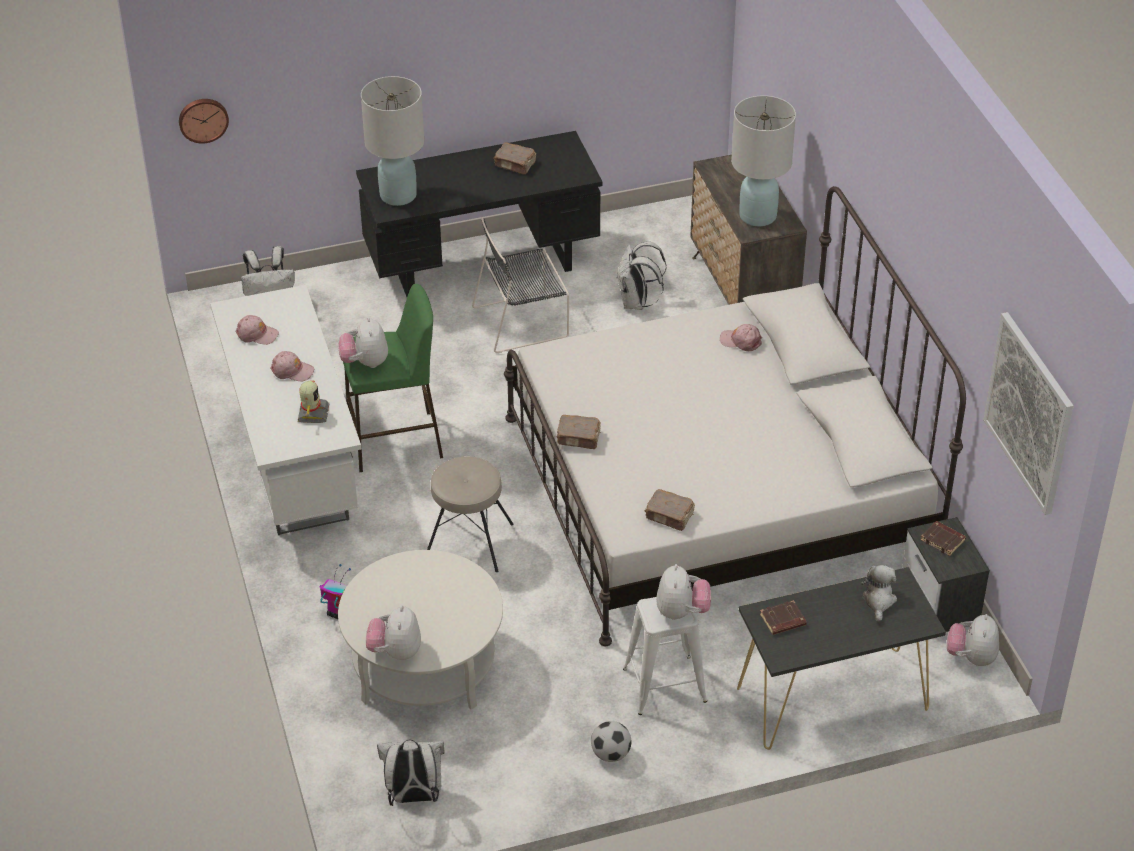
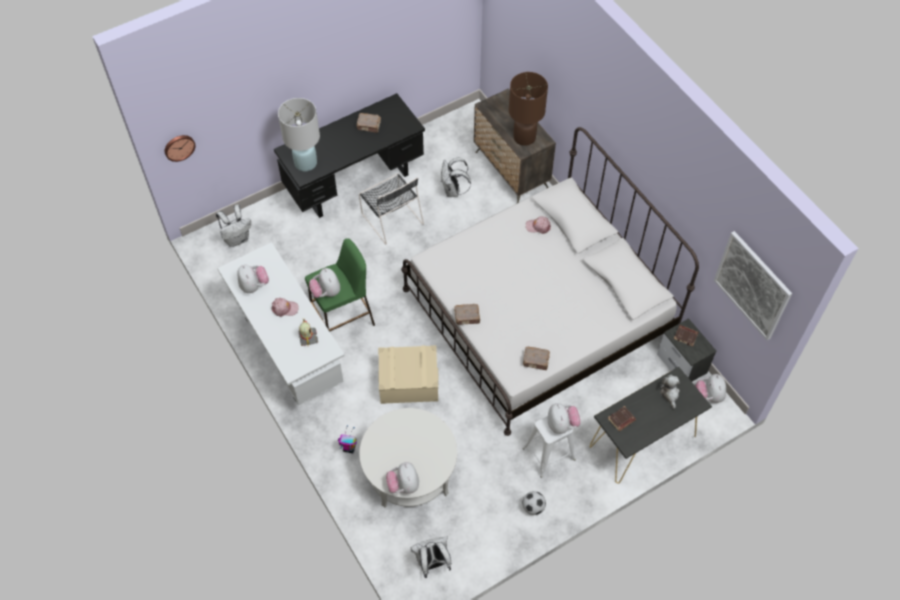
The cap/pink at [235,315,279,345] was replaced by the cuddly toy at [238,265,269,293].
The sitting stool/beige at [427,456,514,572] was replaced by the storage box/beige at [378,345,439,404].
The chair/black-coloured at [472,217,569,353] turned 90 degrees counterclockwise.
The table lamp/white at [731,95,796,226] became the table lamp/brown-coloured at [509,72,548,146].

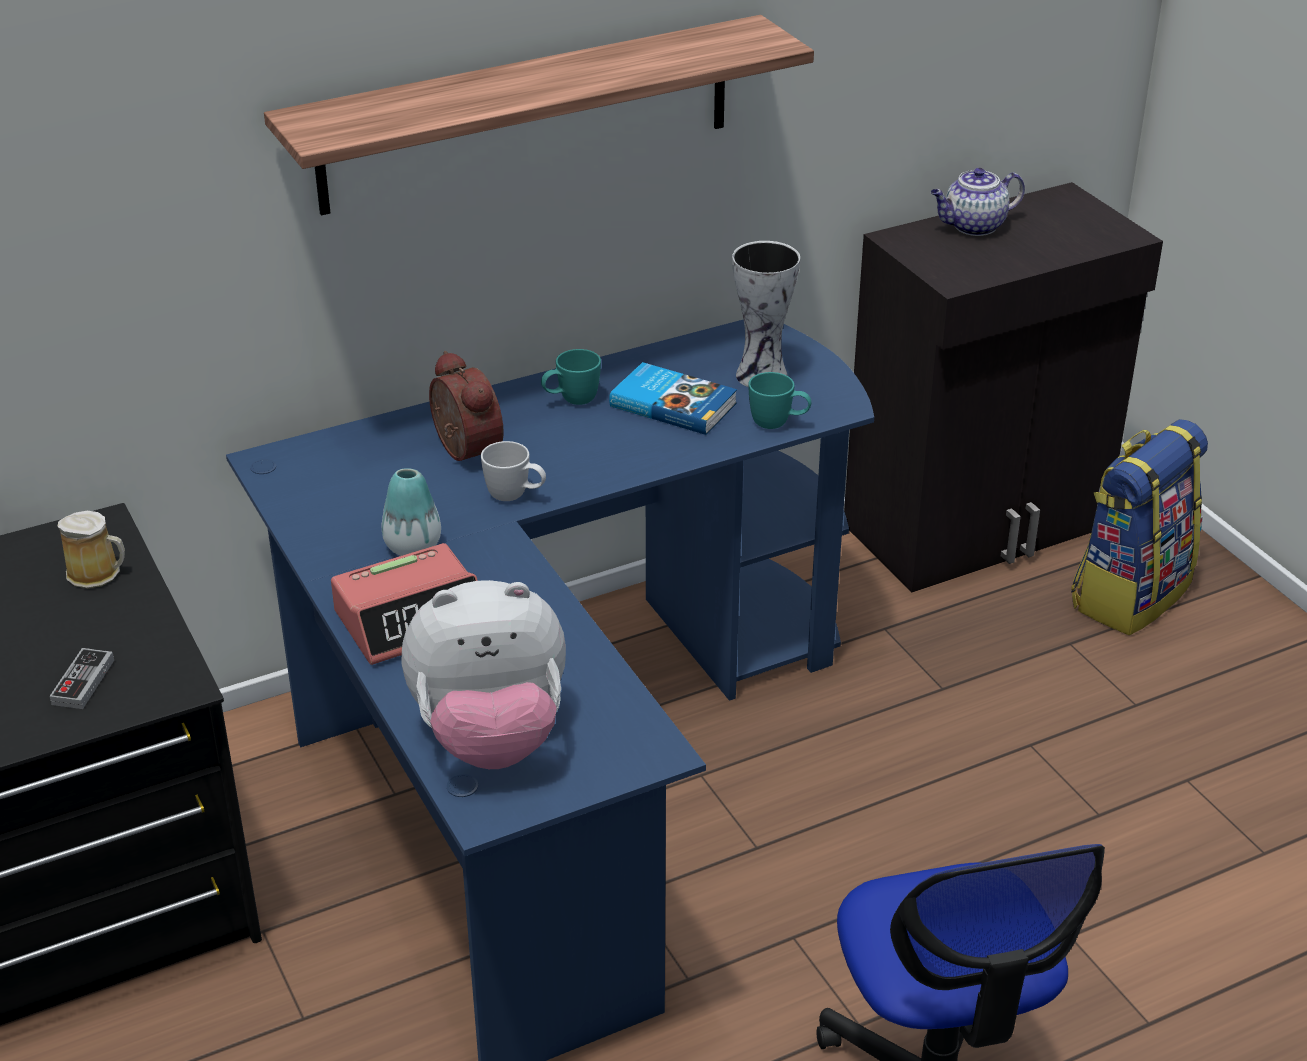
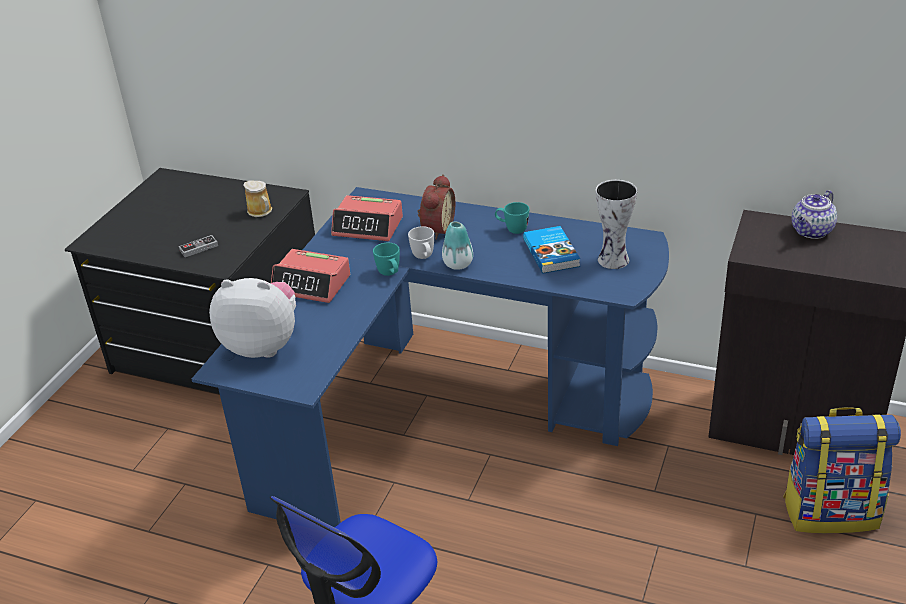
The bracket shelf at [264,15,814,215] disappeared.
The flower vase moved from [382,468,441,556] to [442,222,473,270].
The cuddly toy at [401,580,566,769] turned 150 degrees clockwise.
The tea mug/blue-green moved from [748,372,811,429] to [373,243,400,276].
The pot for tea at [931,168,1025,236] turned 75 degrees counterclockwise.
The table clock at [331,195,403,241] appeared.

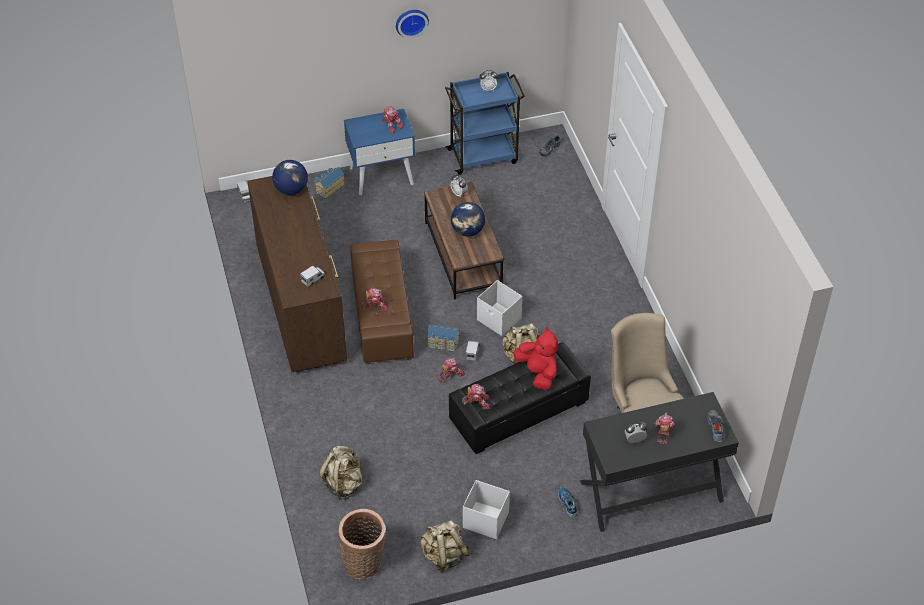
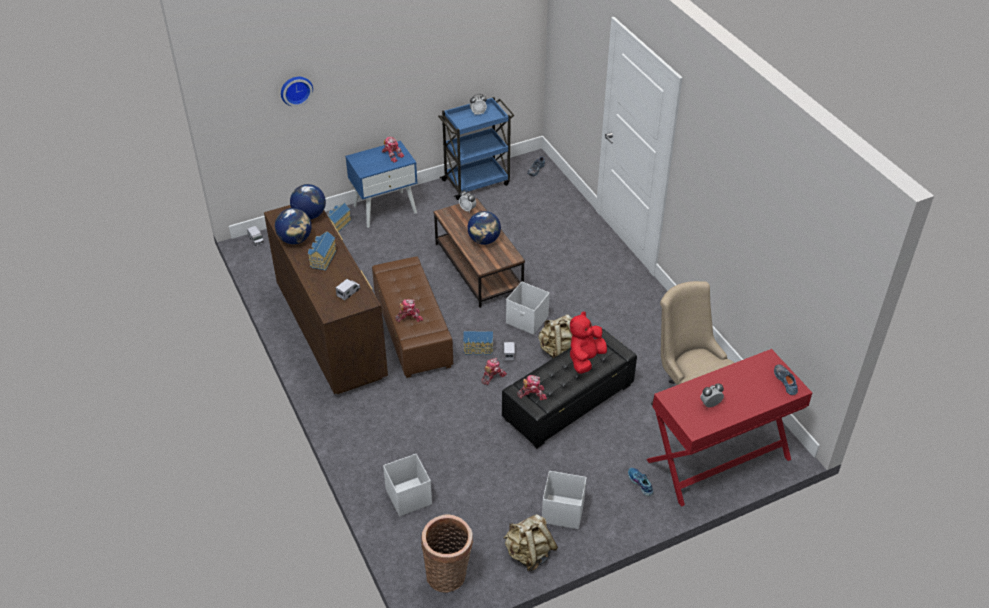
The backpack/beige at [319,446,362,500] was replaced by the storage box/white at [383,454,432,517].
The hanging clock moved from [396,10,429,38] to [281,77,313,107].
The cuddly toy/red-coloured at [513,327,558,390] turned 105 degrees counterclockwise.
The desk table/black-coloured at [580,392,739,532] became the desk table/red-coloured at [646,349,812,507].
The robot figure at [654,413,675,445] disappeared.
The globe at [275,208,312,244] appeared.
The toy house at [308,231,337,270] appeared.

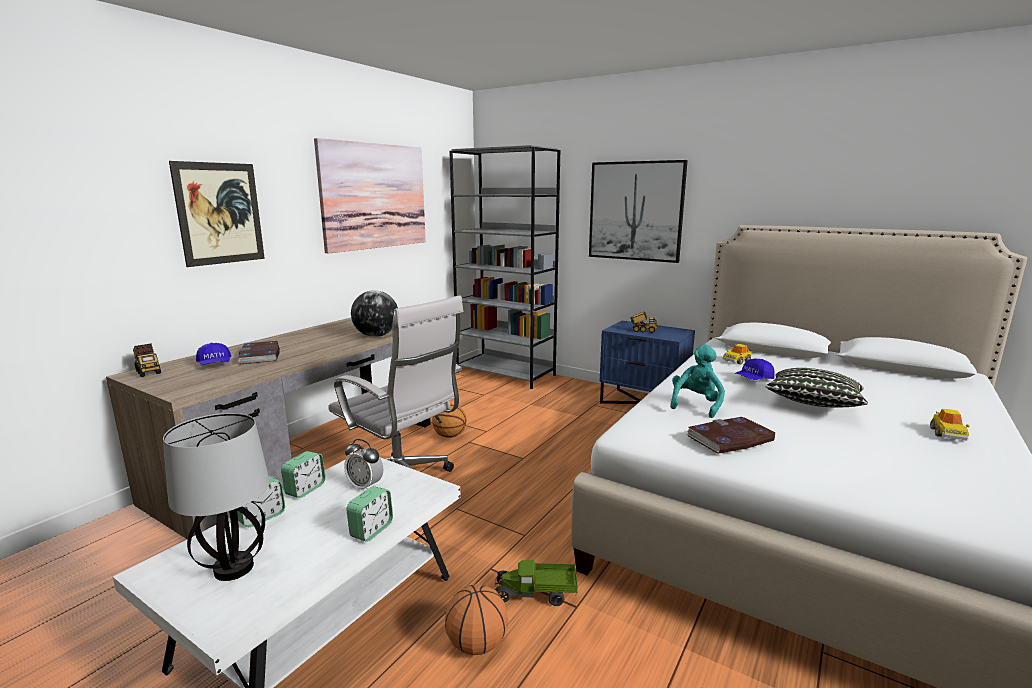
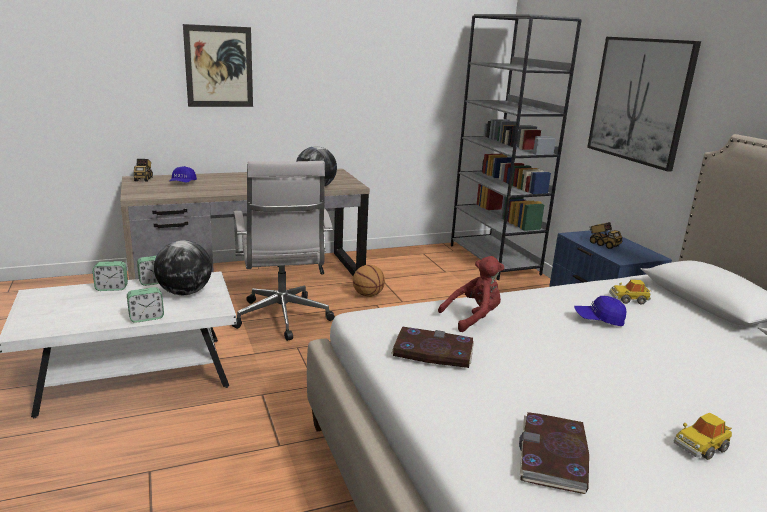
The table lamp at [163,413,270,581] disappeared.
The bound book moved from [238,341,280,364] to [519,412,589,494].
The wall art at [314,138,426,253] disappeared.
The table clock at [344,439,384,489] was replaced by the globe at [154,240,212,295].
The ball for basketball at [445,584,508,655] disappeared.
The toy lorry at [495,560,578,606] disappeared.
The cuddly toy/blue-green at [670,344,725,418] became the cuddly toy/red-coloured at [438,256,504,332].
The cushion at [766,368,868,407] disappeared.

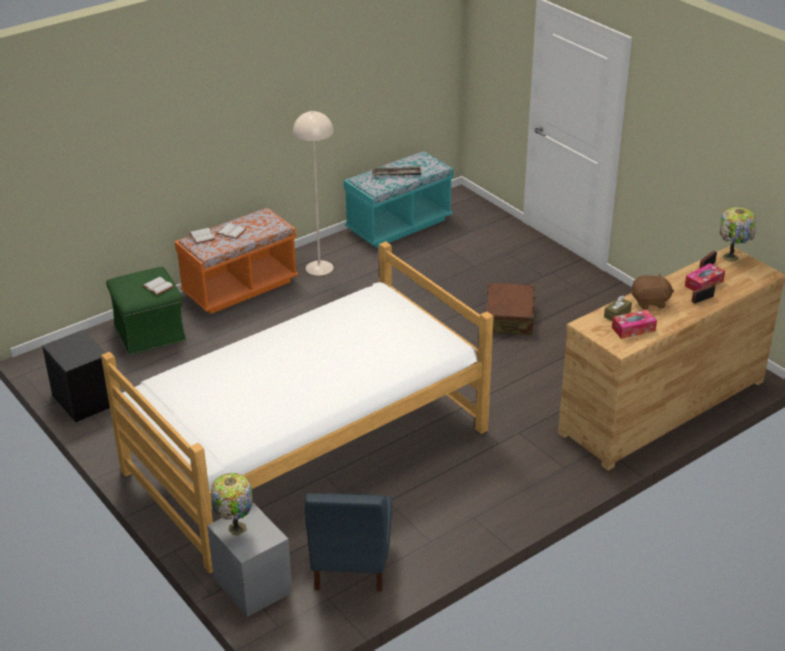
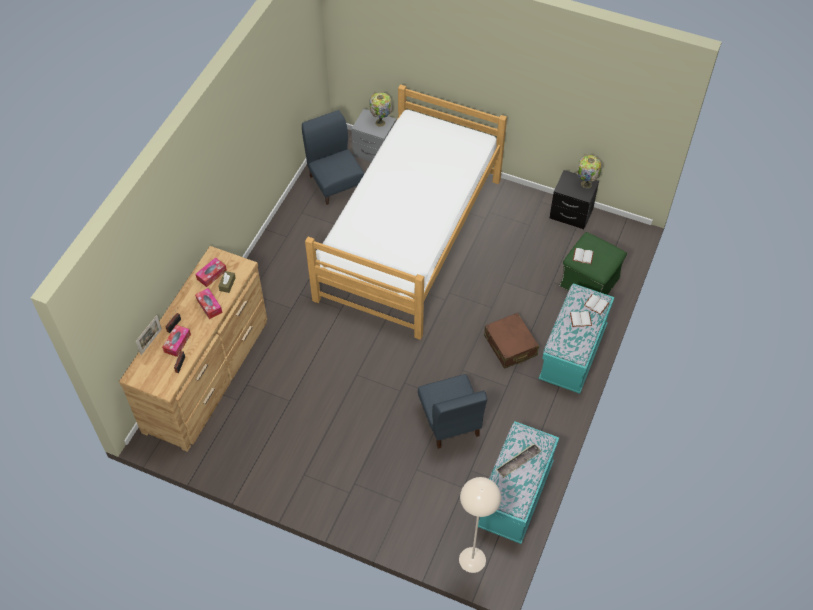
The long seat/orangey at [175,208,298,314] became the long seat/blue-green at [539,283,614,394].
The floor lamp/beige moved from [293,111,334,275] to [459,477,501,573].
The piece of luggage/brown-coloured moved from [486,283,536,335] to [484,313,539,369].
The cuddly toy/brown-coloured at [631,274,674,309] was replaced by the tissue holder at [195,288,222,319].
The table lamp moved from [720,207,756,262] to [576,155,602,188].
The standing frame at [136,315,162,355] appeared.
The chair/blue at [418,374,487,449] appeared.

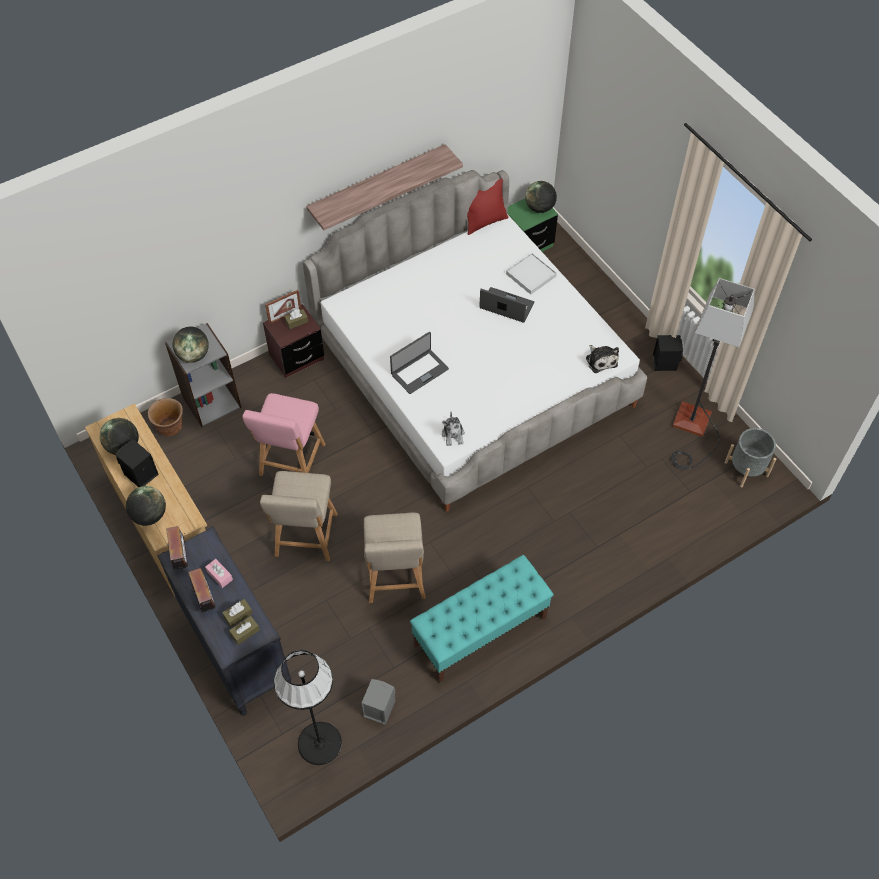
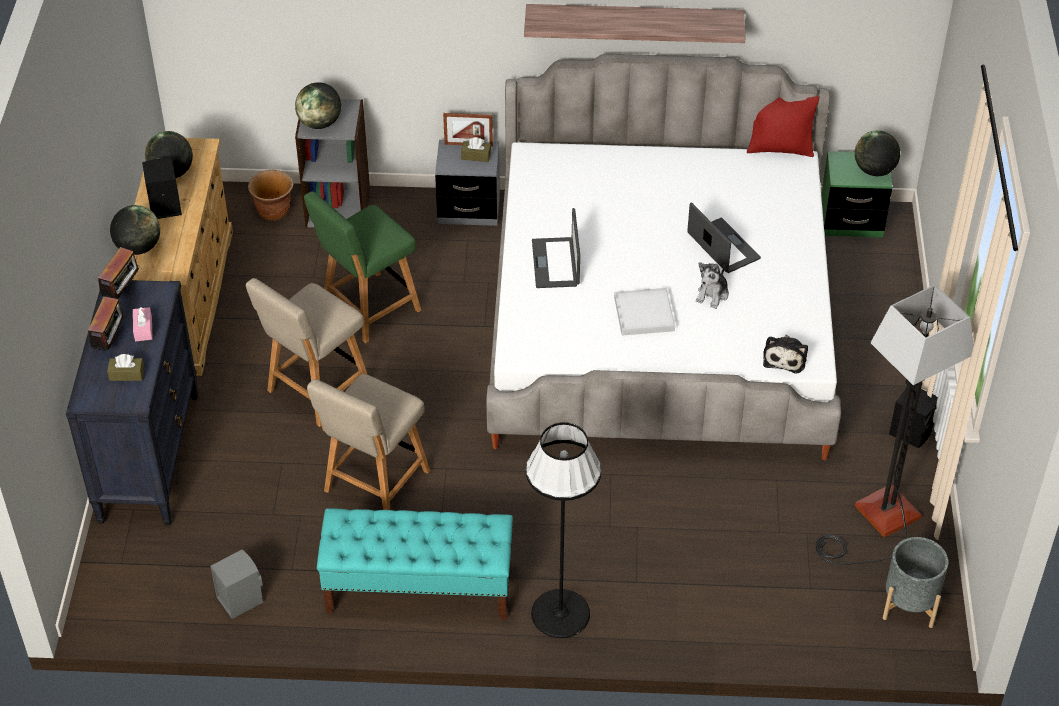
The tissue holder/brown-coloured at [229,616,260,645] disappeared.
The chair/pink at [242,393,325,476] became the chair/green-coloured at [304,191,421,343].
The bedside table/brown-coloured at [263,304,324,378] became the bedside table/gray at [435,140,500,226].
The floor lamp/black-coloured moved from [274,650,342,765] to [526,422,602,638].
The notebook computer at [390,332,449,394] turned 90 degrees clockwise.
The cuddly toy moved from [442,413,465,446] to [696,262,729,309].
The carrying tray/white moved from [506,253,557,295] to [614,288,675,336].

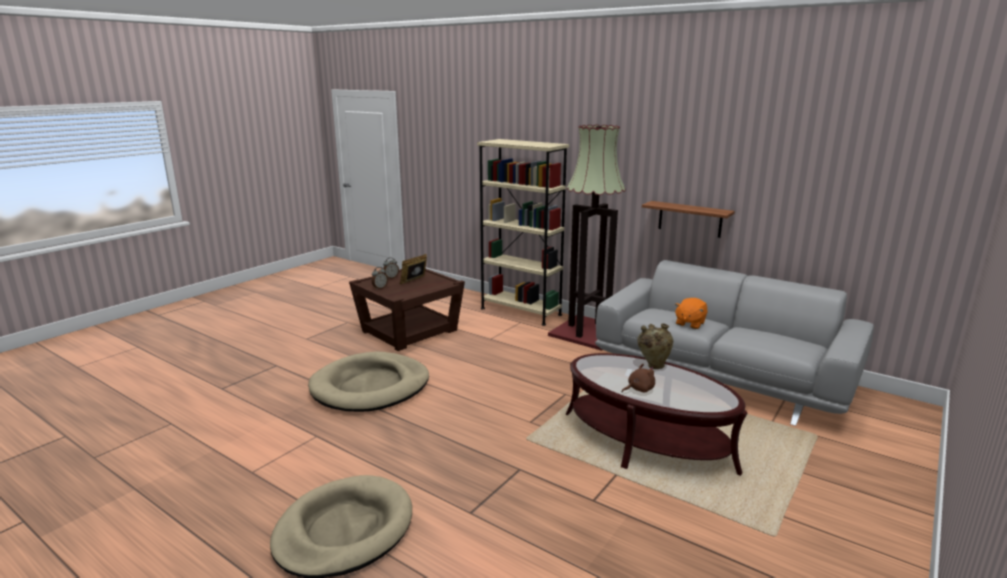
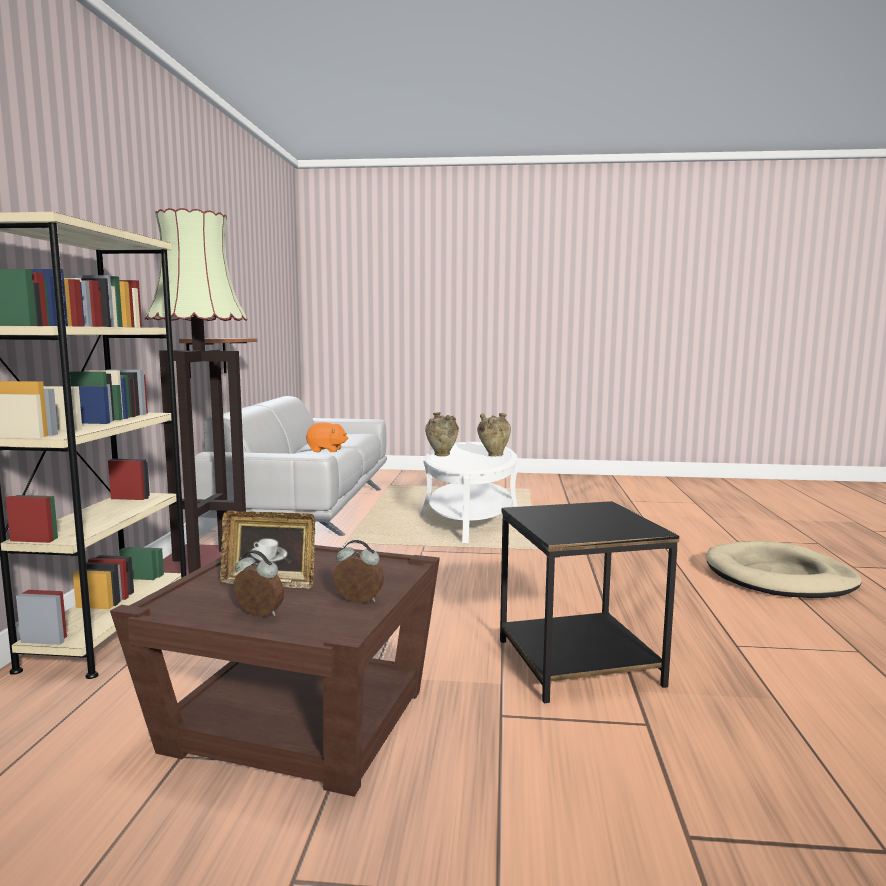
The dog bed/beige at [308,352,429,412] was replaced by the accent table/black-coloured at [500,501,679,703].
The coffee table/brown-coloured at [566,353,747,476] became the coffee table/white at [420,442,520,543].
The cuddly toy/brown-coloured at [622,364,655,392] was replaced by the flower vase/beige at [477,413,511,456].

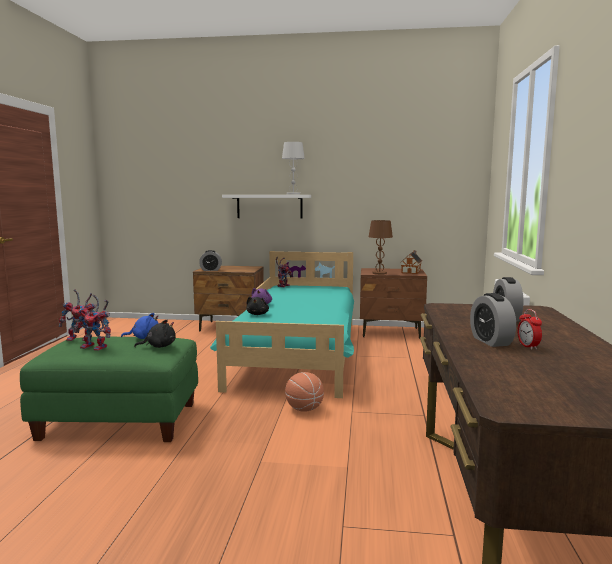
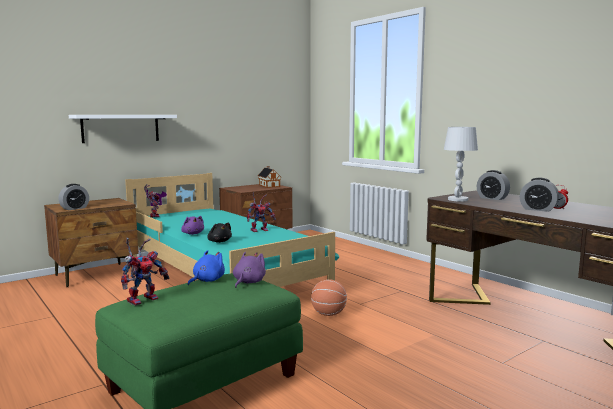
The robot figure moved from [74,295,111,351] to [247,193,276,232].
The cuddly toy/black-coloured at [134,320,176,348] became the cuddly toy/purple at [233,252,266,288].
The table lamp/white moved from [282,142,305,194] to [444,127,478,202].
The table lamp/brown-coloured at [369,220,393,275] disappeared.

